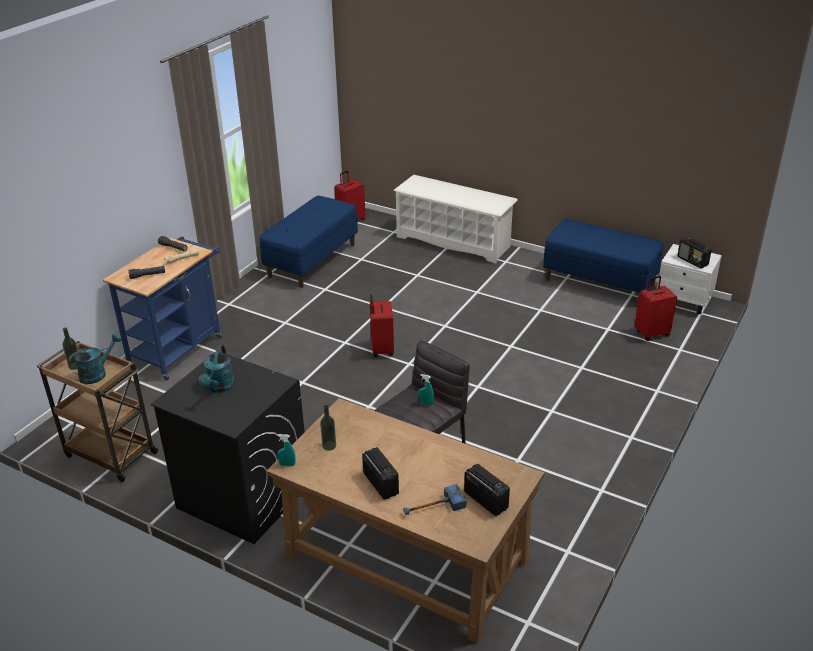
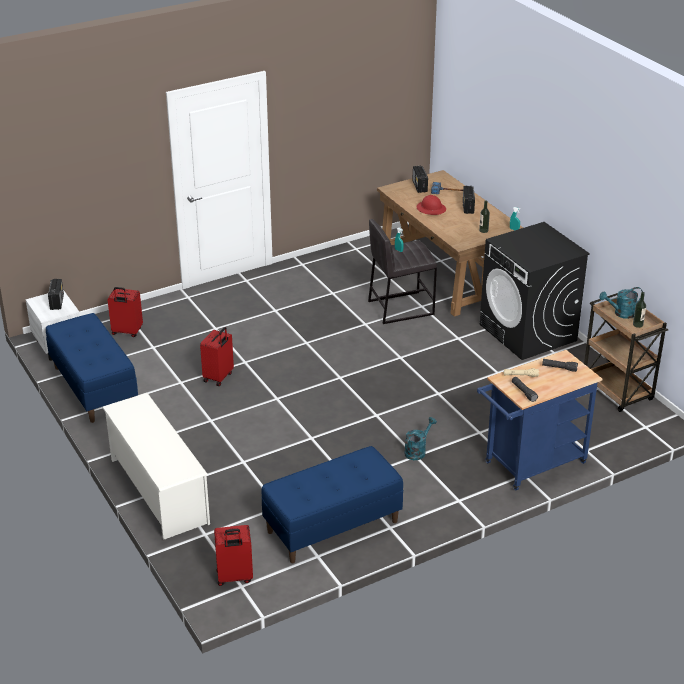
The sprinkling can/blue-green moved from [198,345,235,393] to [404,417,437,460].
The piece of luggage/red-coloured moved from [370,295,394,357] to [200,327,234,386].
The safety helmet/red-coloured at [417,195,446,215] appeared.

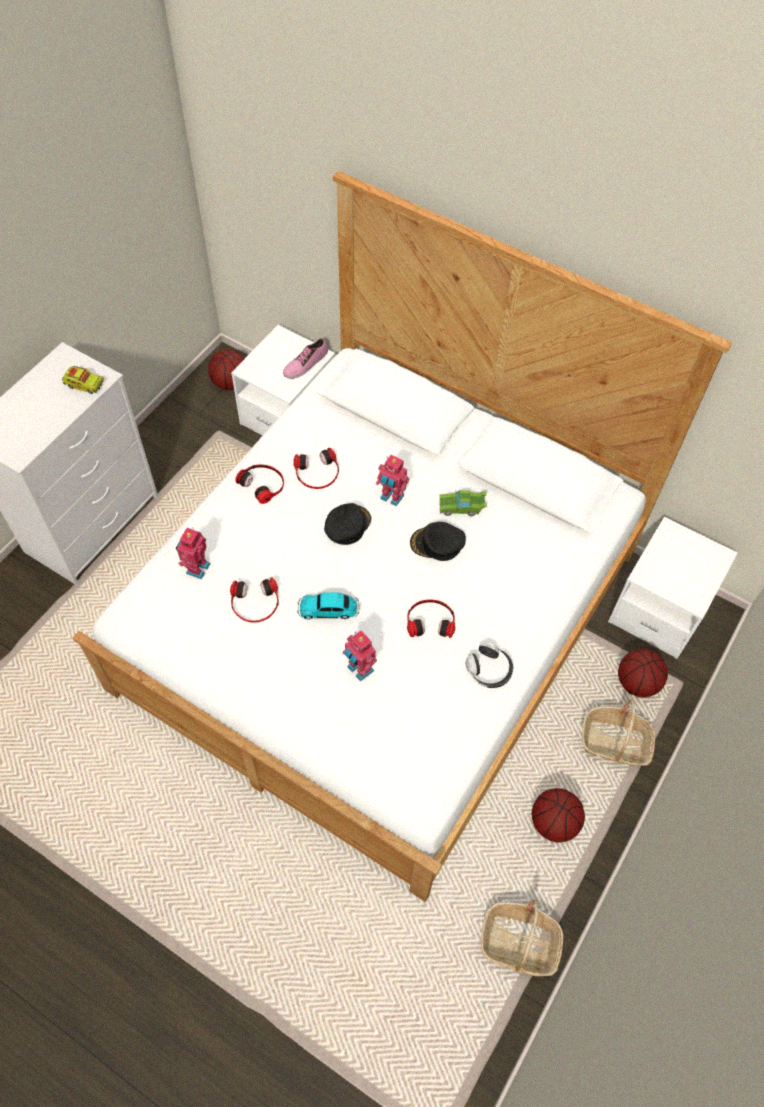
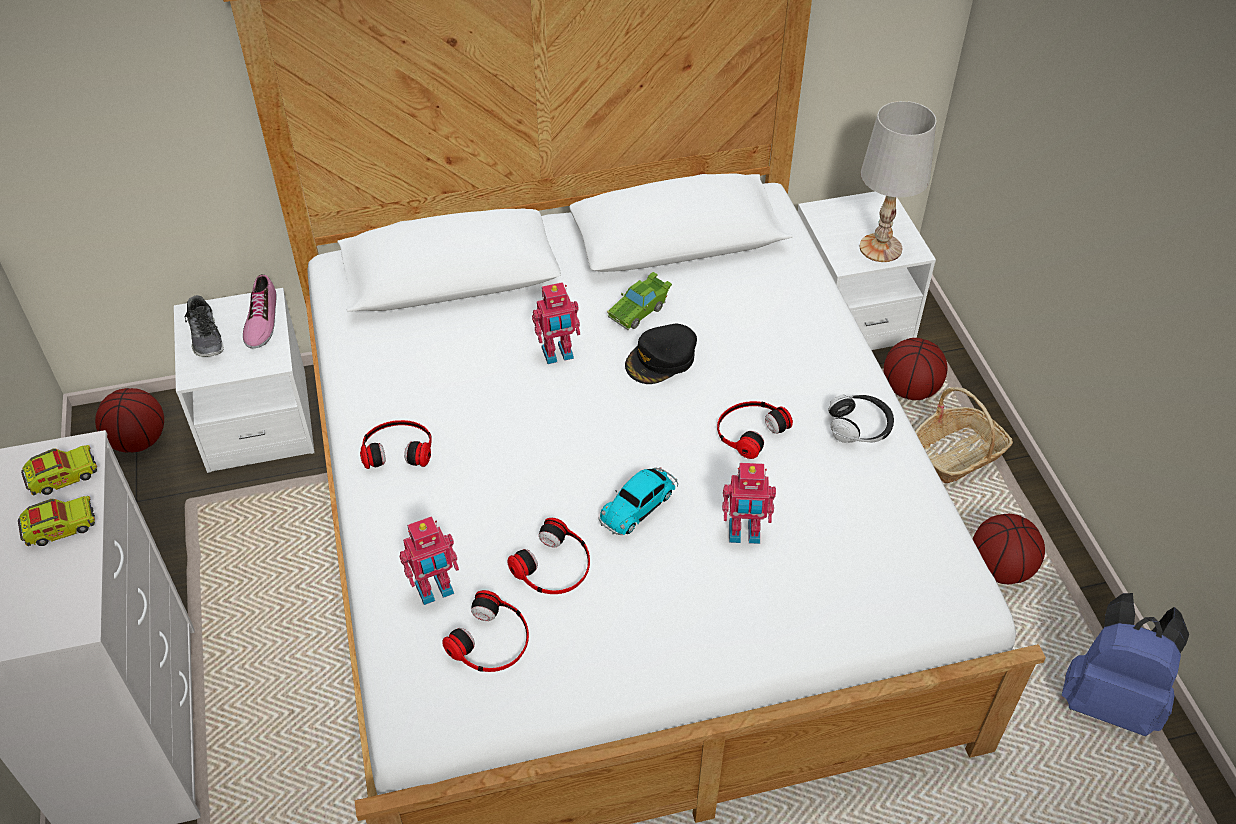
The robot figure at [176,527,210,579] turned 90 degrees counterclockwise.
The pair of headphones moved from [293,448,339,489] to [442,590,529,672].
The cap/black-coloured at [324,503,371,545] disappeared.
The household basket at [481,899,563,976] was replaced by the backpack/blue at [1062,593,1189,736].
The toy lorry at [18,496,95,546] appeared.
The item of footwear at [185,295,224,357] appeared.
The table lamp/white at [860,101,936,262] appeared.

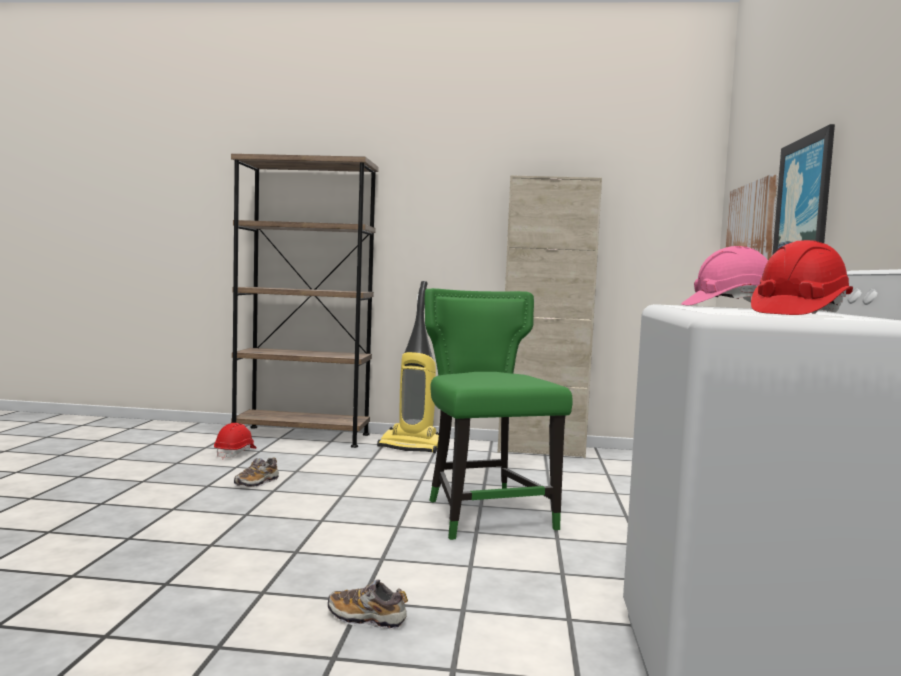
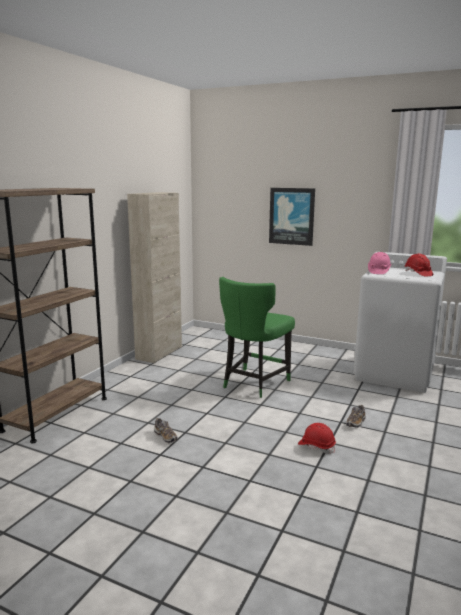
The safety helmet/red-coloured moved from [214,423,257,460] to [298,423,336,454].
The hoover at [377,281,439,453] disappeared.
The chair/green-coloured at [425,288,573,540] turned 60 degrees counterclockwise.
The wall art at [726,174,778,260] disappeared.

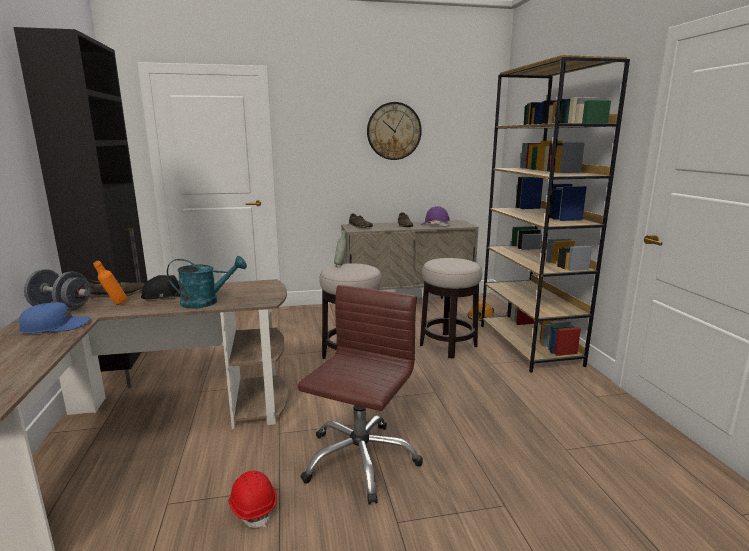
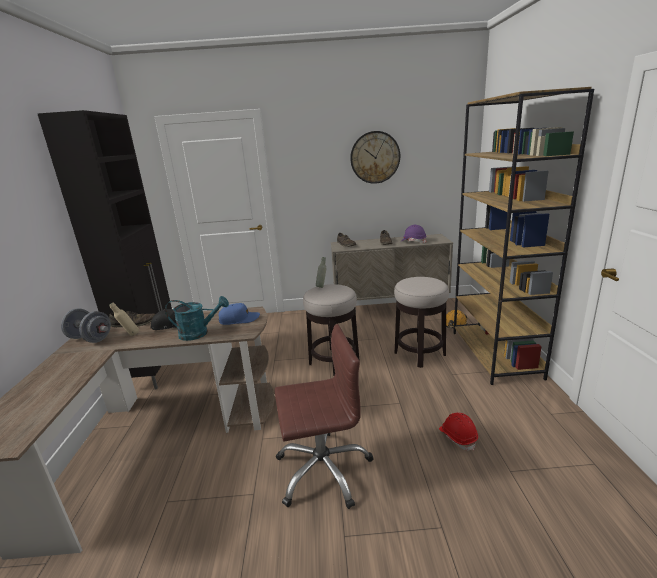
The cap/blue moved from [19,302,91,334] to [218,303,260,325].
The drink bottle/orangey at [93,260,127,305] became the drink bottle/beige at [109,303,139,336].
The safety helmet/red-coloured moved from [228,470,277,528] to [439,412,478,451].
The computer chair/brown-coloured at [297,285,423,505] turned 45 degrees clockwise.

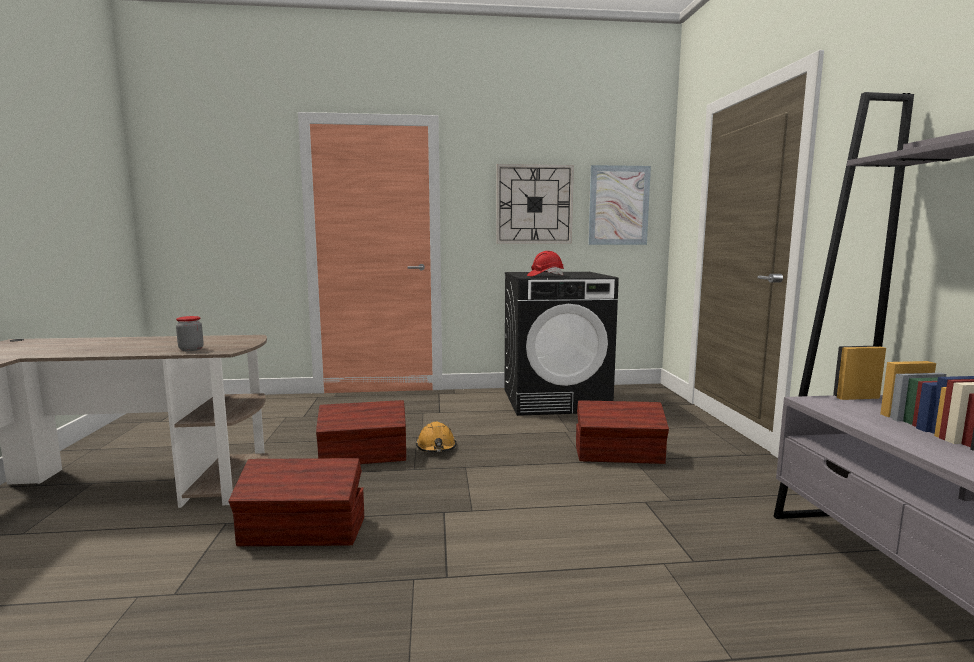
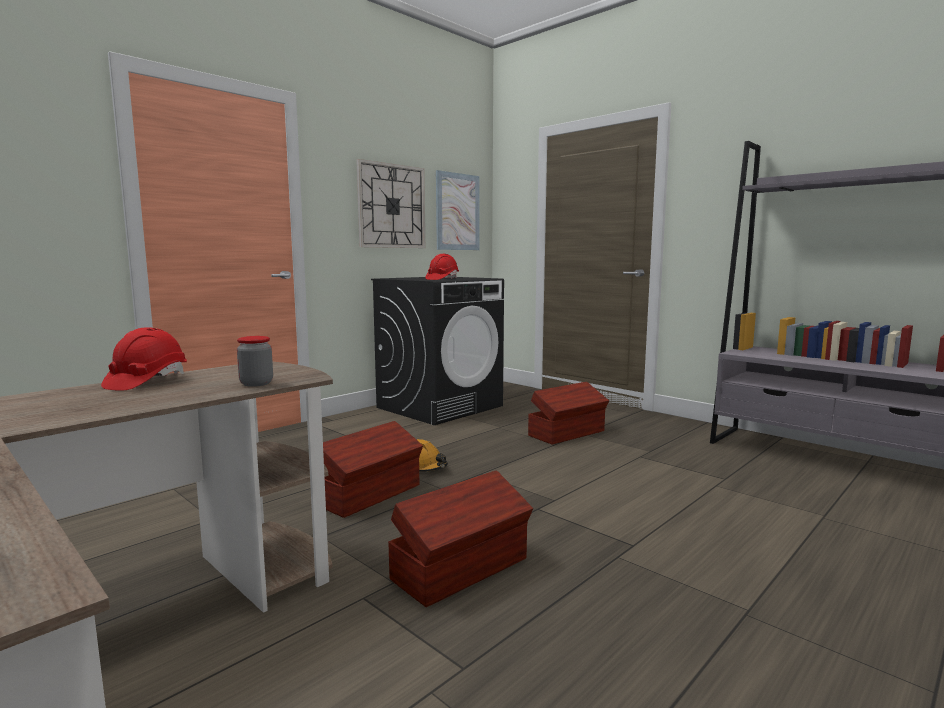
The safety helmet/red-coloured at [101,327,187,391] appeared.

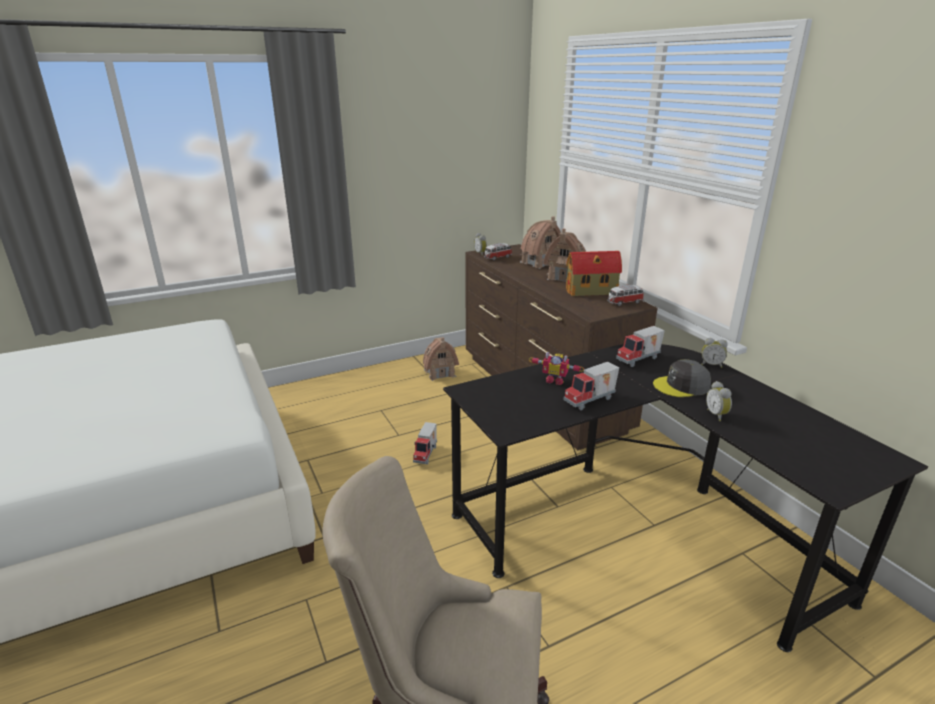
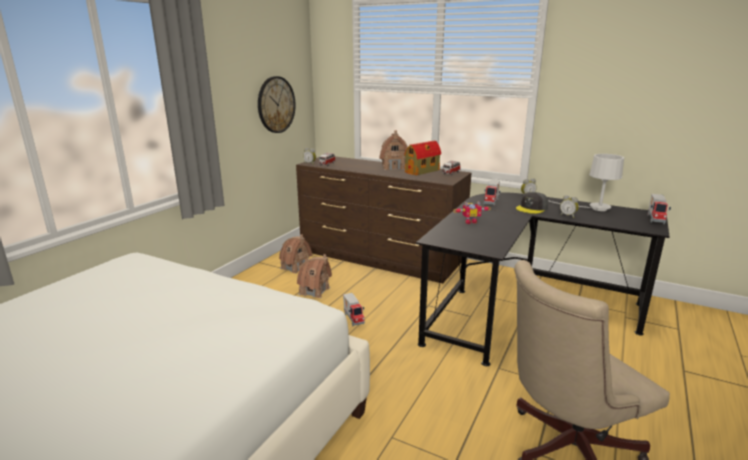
The toy house moved from [520,216,561,269] to [297,254,332,298].
The toy lorry moved from [563,362,619,410] to [648,194,671,224].
The hanging clock at [258,76,296,133] appeared.
The table lamp/white at [548,154,624,211] appeared.

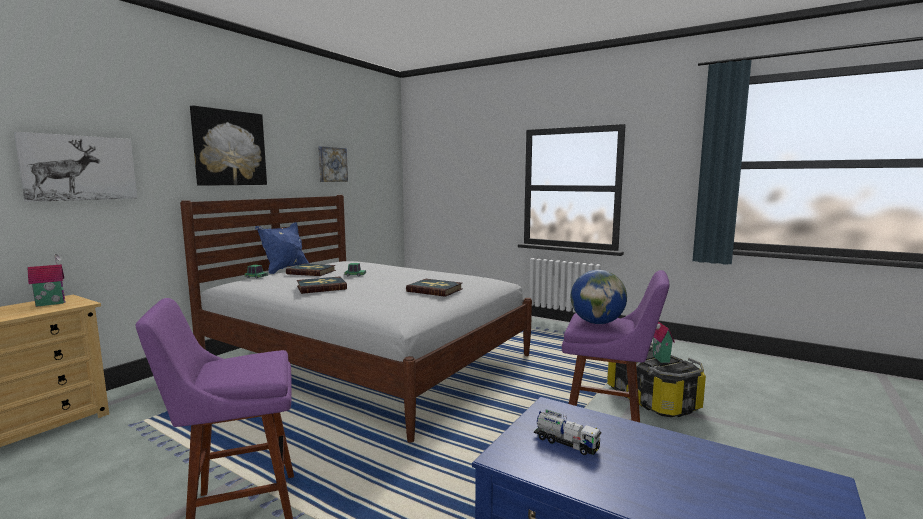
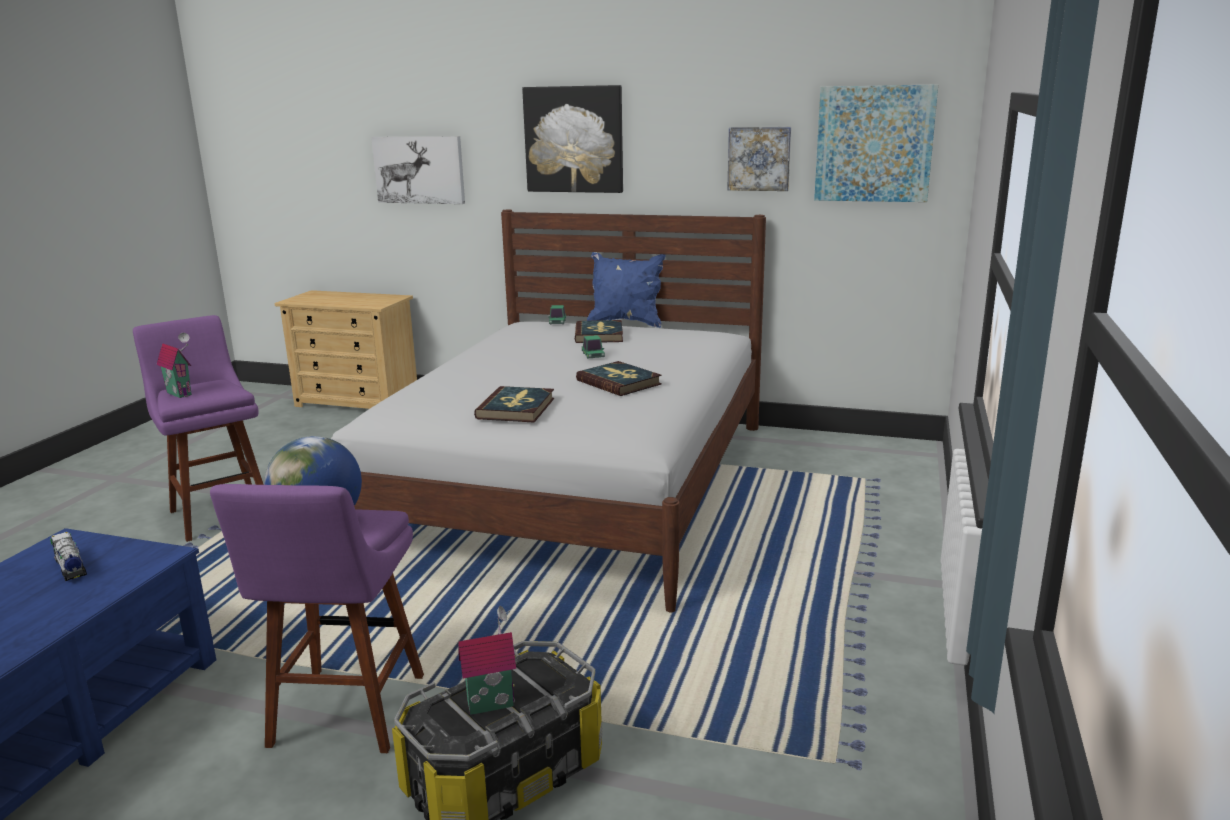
The toy house moved from [27,254,66,307] to [156,333,192,398].
The bound book moved from [297,276,347,294] to [576,361,662,396].
The toy lorry at [534,409,601,455] turned 120 degrees clockwise.
The wall art at [814,84,938,202] appeared.

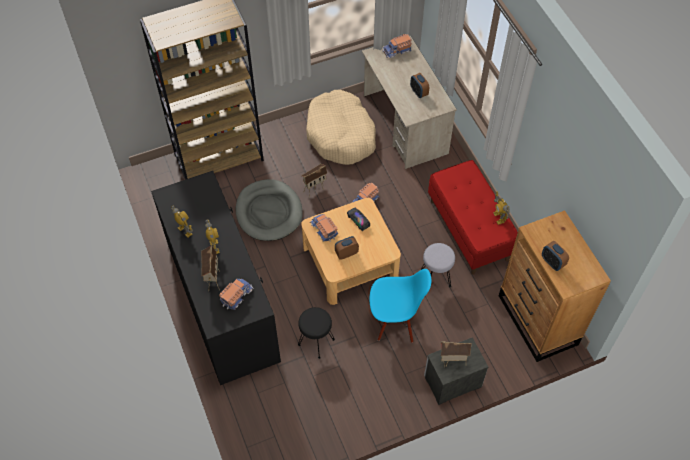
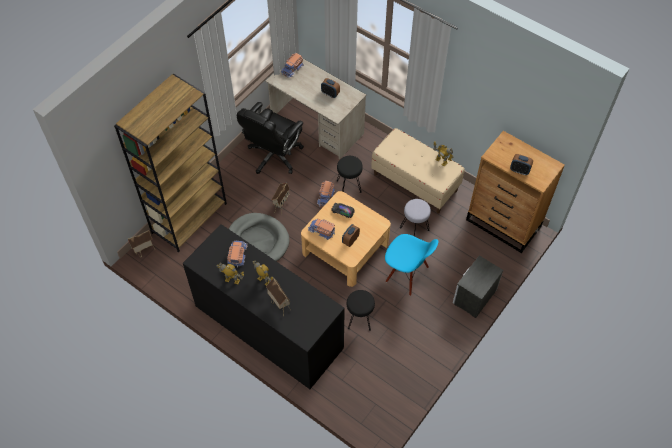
The toy lorry moved from [219,278,254,310] to [227,241,247,268].
The dog bed/beige at [306,90,376,165] was replaced by the computer chair/black-coloured at [237,102,304,174].
The chair/blue at [370,269,431,343] turned 60 degrees clockwise.
The long seat/red-coloured at [428,160,518,274] became the long seat/beige at [371,128,465,214].
The toy house moved from [441,341,472,367] to [128,230,156,257].
The sitting stool/black-coloured at [337,156,363,193] appeared.

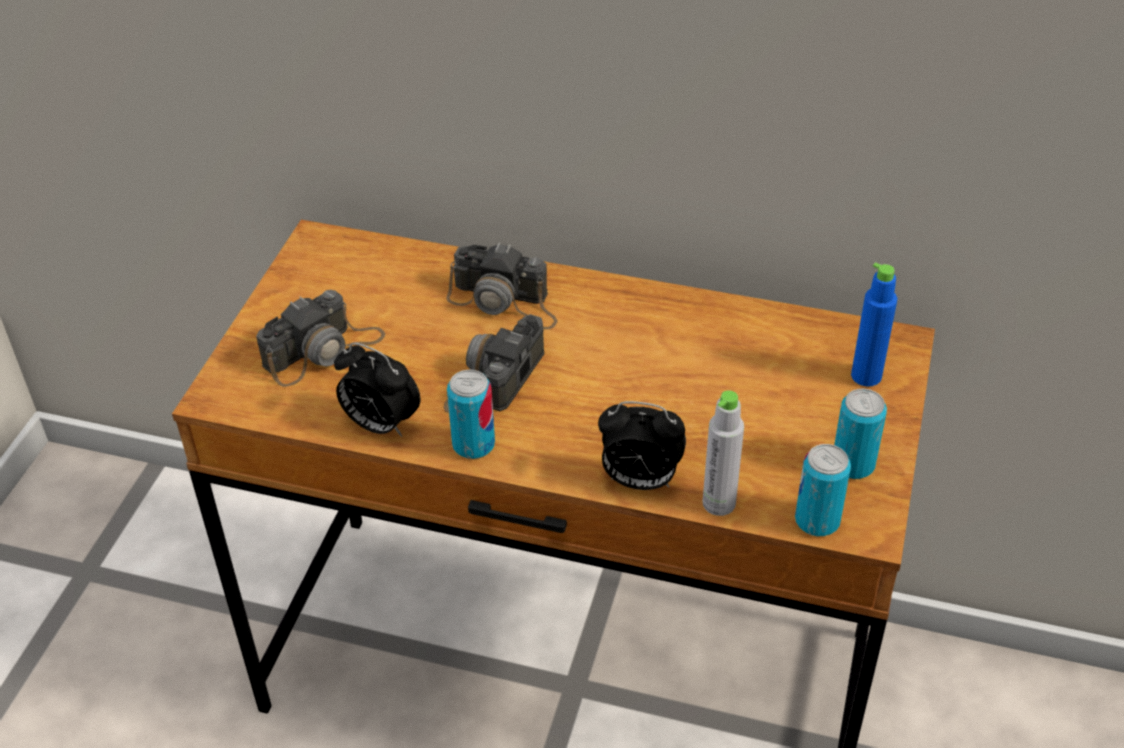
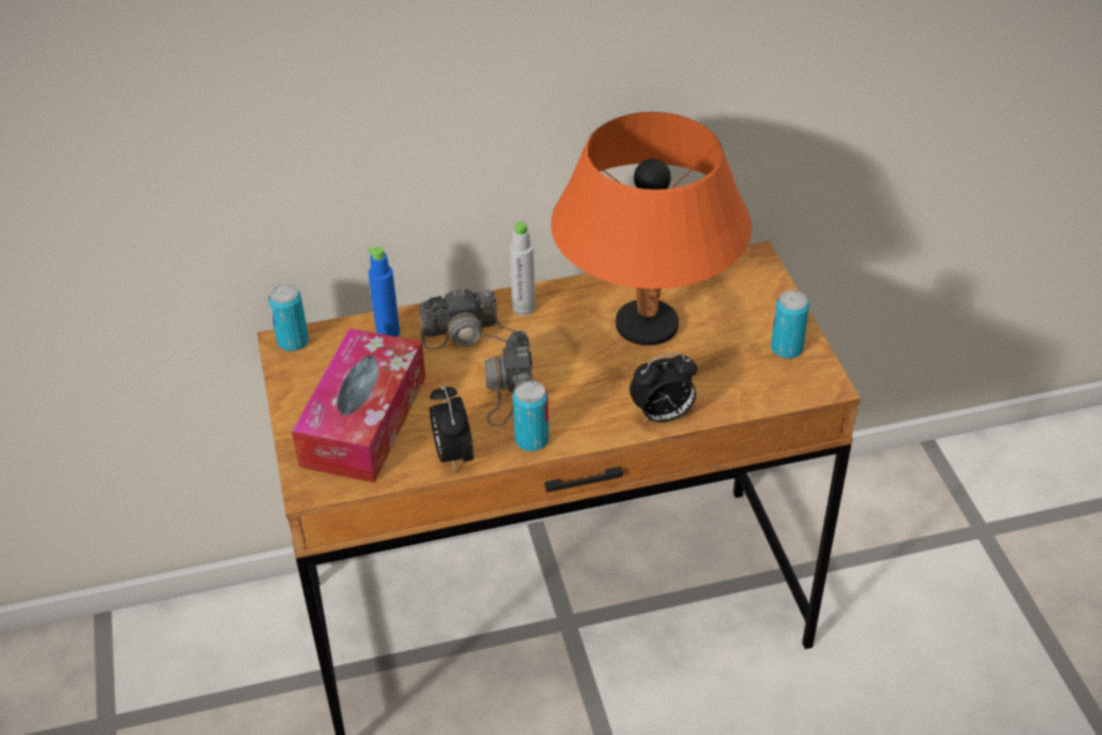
The still camera at [256,290,385,387] was replaced by the tissue holder at [292,328,426,483].
The table clock at [334,342,420,437] turned 75 degrees clockwise.
The drink bottle/gray moved from [702,390,744,516] to [510,222,535,316].
The can moved from [795,444,851,536] to [268,284,309,351].
The drink bottle/blue moved from [851,262,897,387] to [367,247,400,337].
The table lamp/orangey at [551,112,752,346] appeared.

